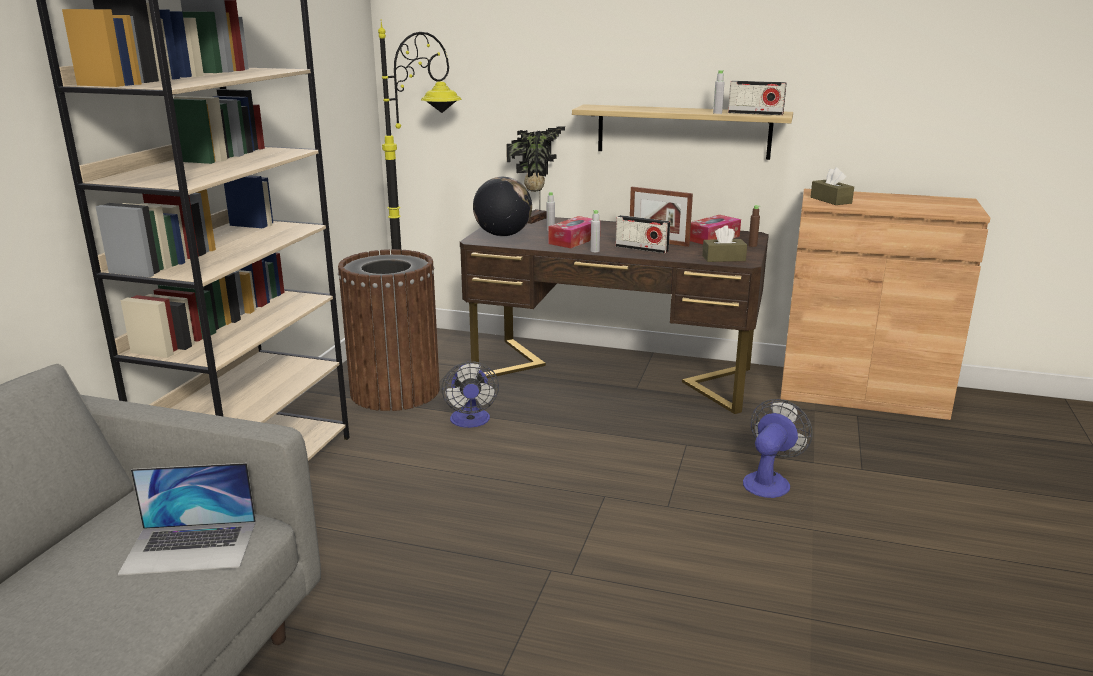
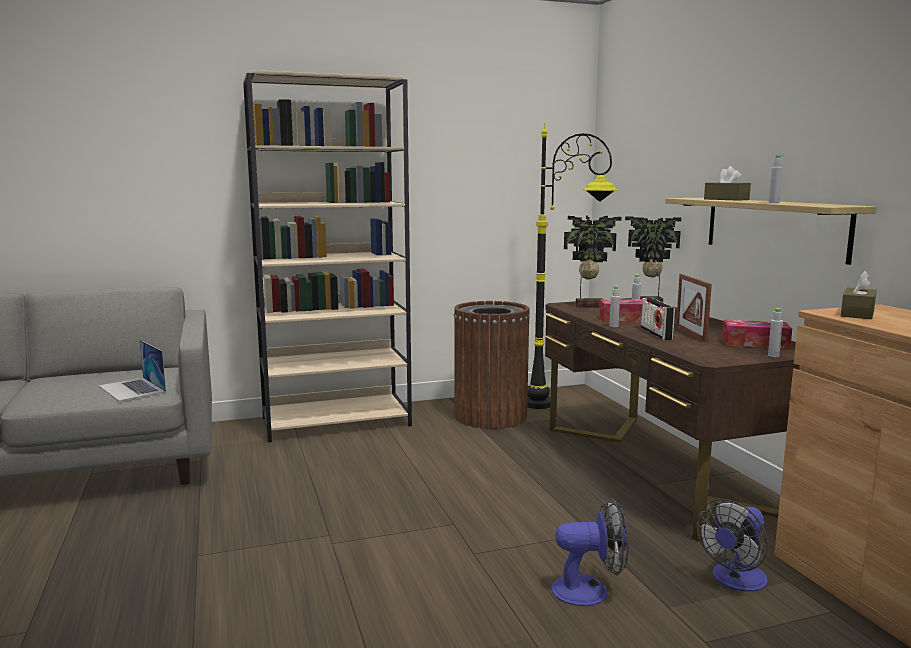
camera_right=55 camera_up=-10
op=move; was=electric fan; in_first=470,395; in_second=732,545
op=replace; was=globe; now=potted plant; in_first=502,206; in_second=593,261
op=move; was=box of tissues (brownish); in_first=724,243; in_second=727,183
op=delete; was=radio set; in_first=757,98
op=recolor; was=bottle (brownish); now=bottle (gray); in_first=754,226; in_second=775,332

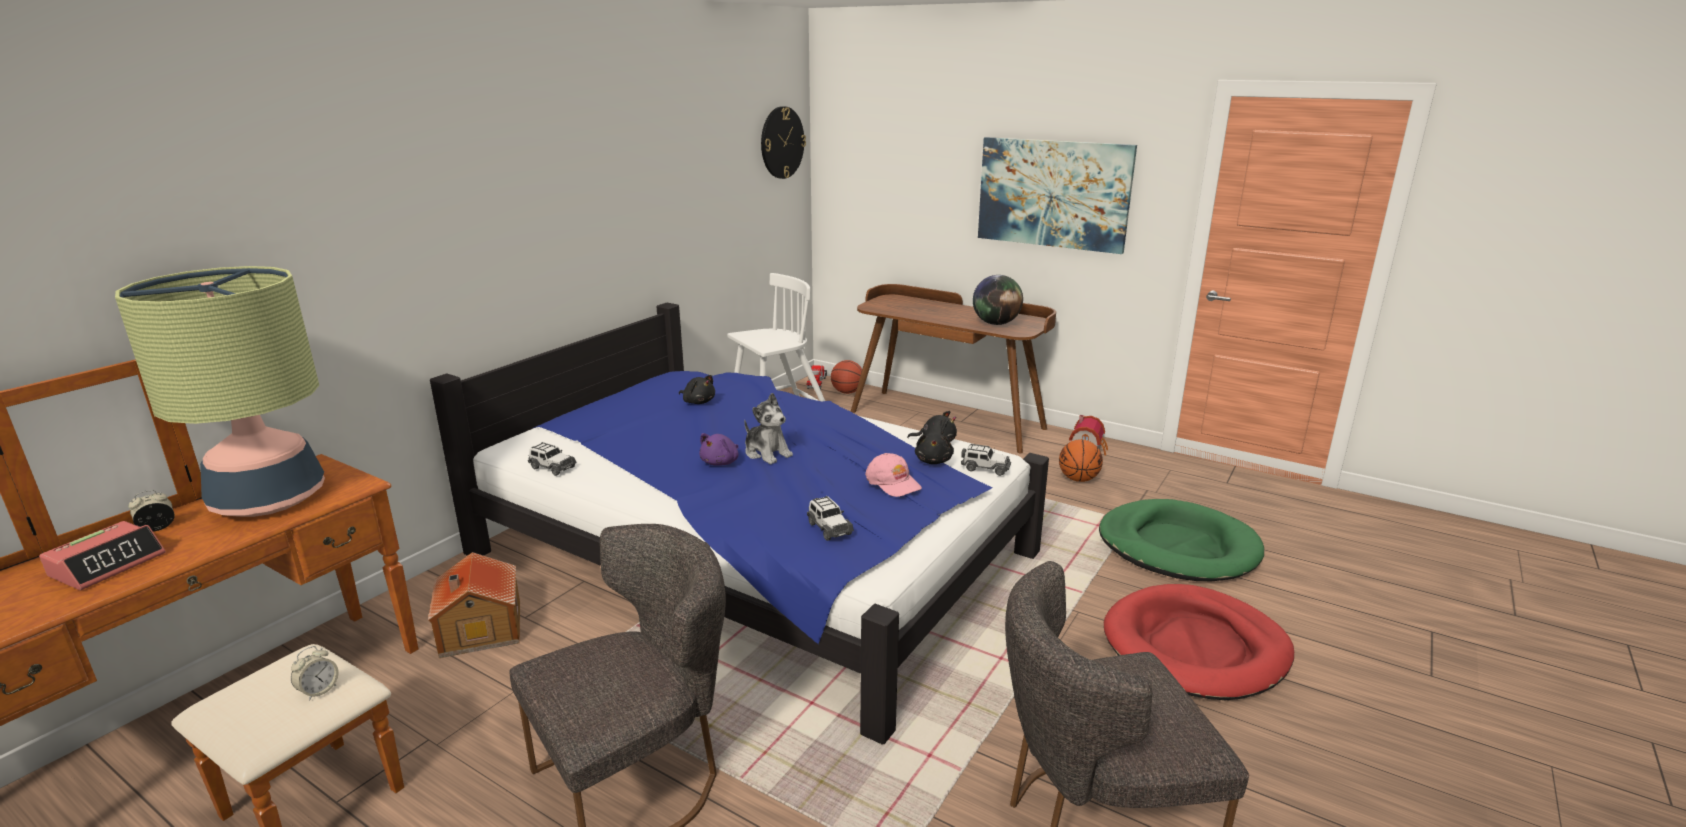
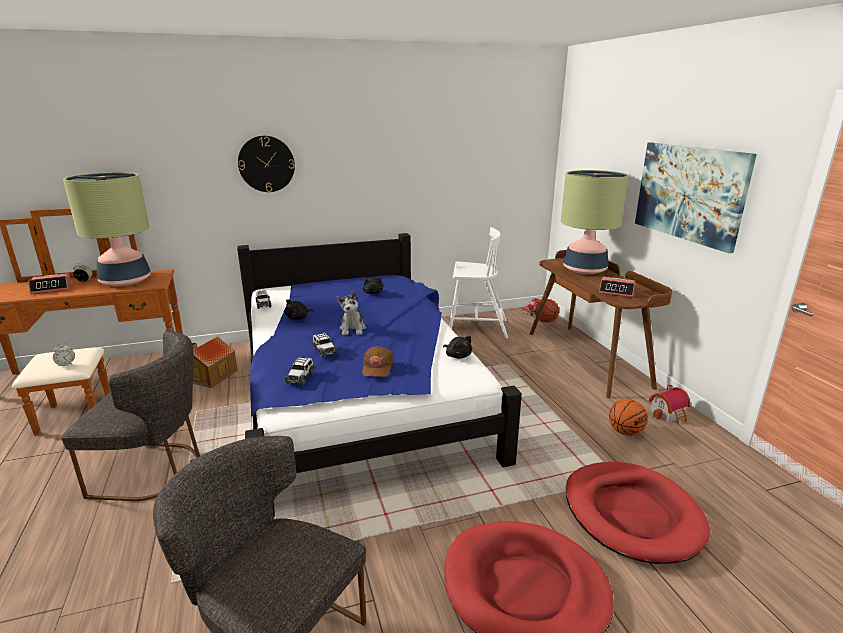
camera_right=40 camera_up=0
op=delete; was=plush toy (purple-coloured); in_first=719,449
op=move; was=clock on the wall; in_first=783,142; in_second=266,164
op=recolor; was=baseball cap (pink); now=baseball cap (brownish); in_first=893,475; in_second=378,361
op=move; was=plush toy (black); in_first=934,448; in_second=299,309
op=move; was=miniature car; in_first=986,460; in_second=325,345
op=replace; was=globe; now=table clock; in_first=998,300; in_second=617,287
op=recolor; was=dog cushion (green); now=dog cushion (reddish); in_first=1181,540; in_second=638,513
op=insert; now=table lamp; in_second=594,222

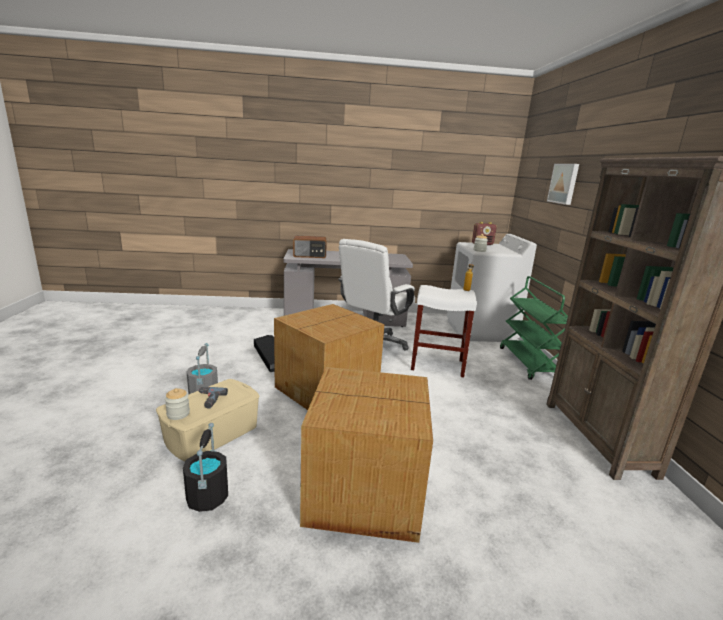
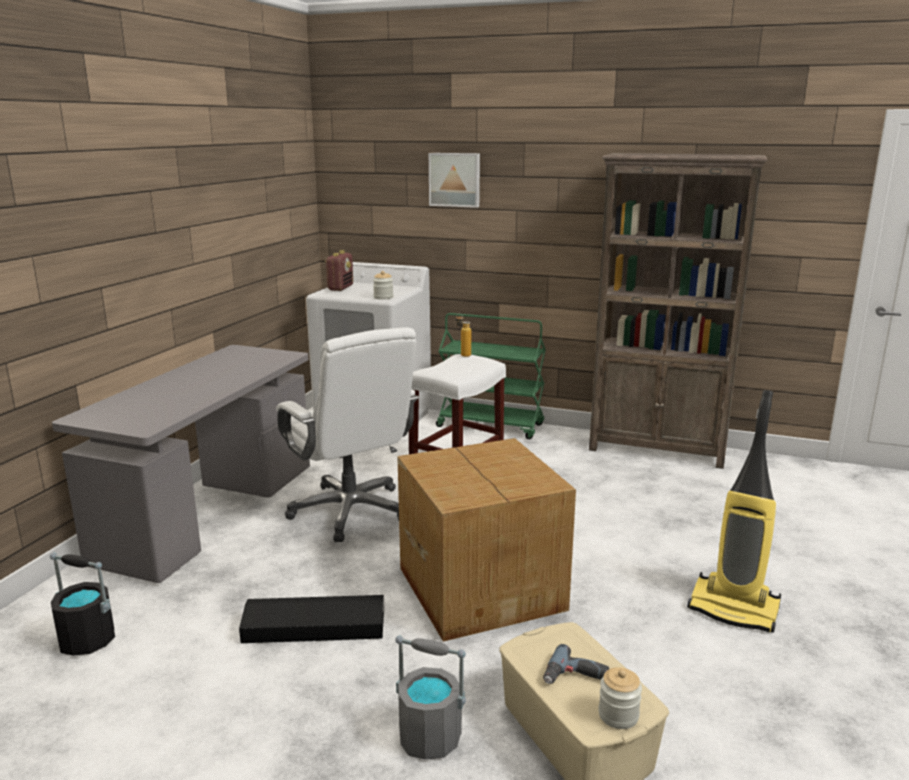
camera_right=-65 camera_up=0
op=move; was=bucket (black); in_first=205,467; in_second=82,604
op=delete; was=radio set; in_first=310,247
op=replace; was=carton; now=vacuum cleaner; in_first=366,455; in_second=734,511

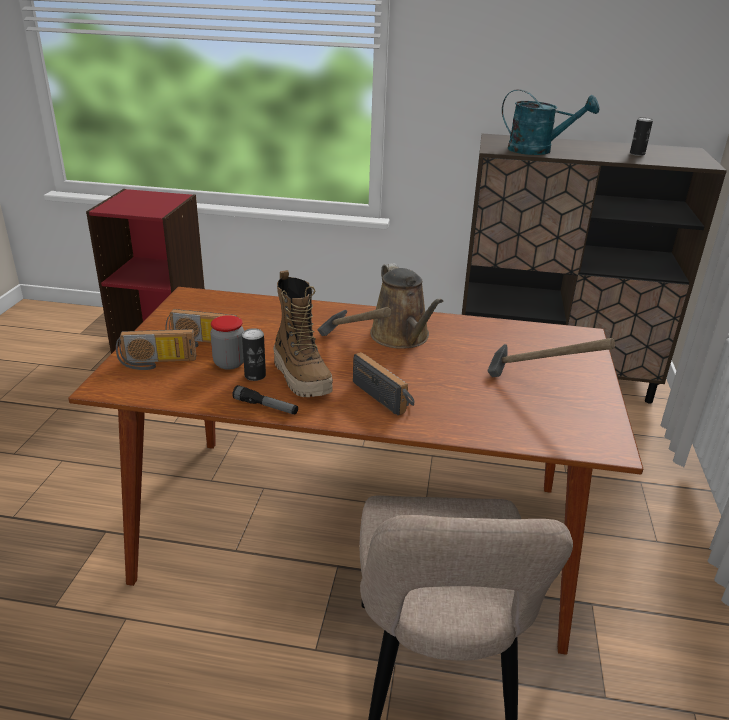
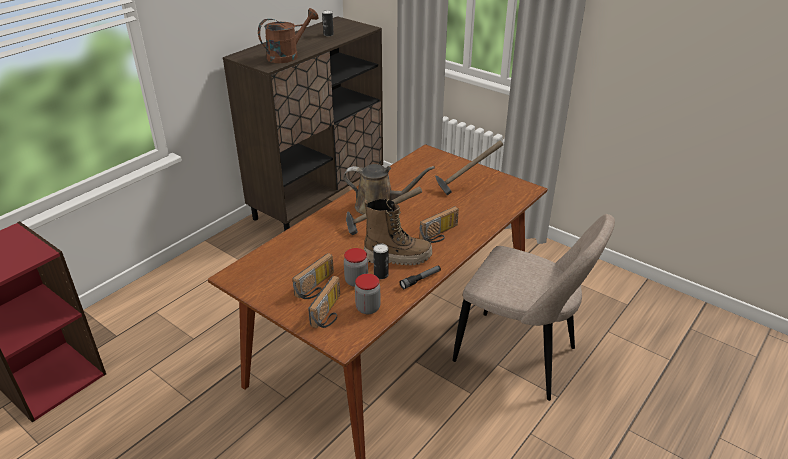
camera_right=-60 camera_up=5
op=rotate; was=radio set; in_first=383,383; in_second=439,224; clockwise=150
op=recolor; was=watering can (blue-green); now=watering can (brownish); in_first=551,122; in_second=288,35
op=insert; now=jar; in_second=368,294

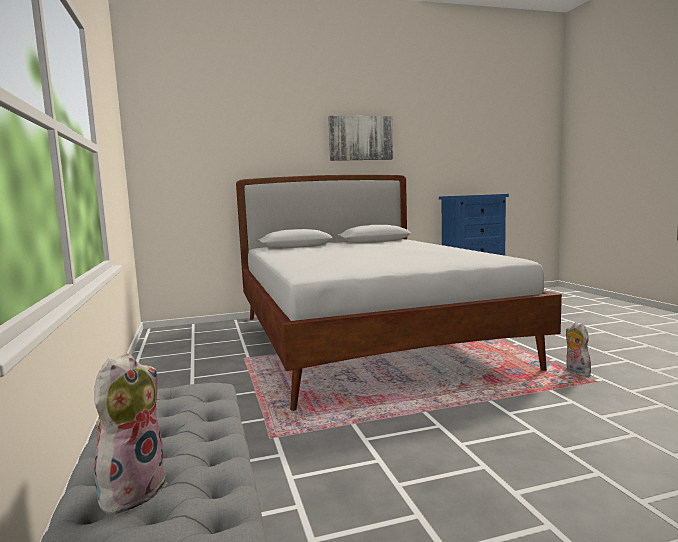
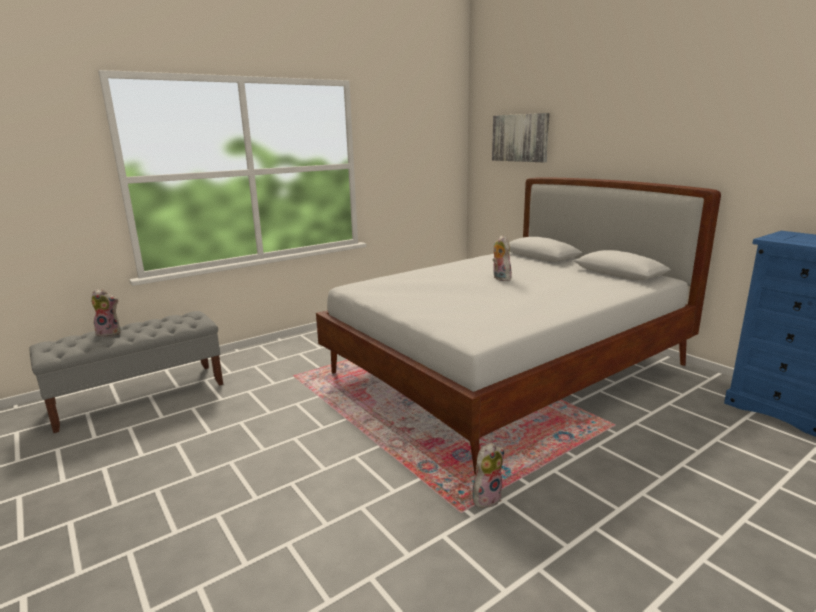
camera_right=70 camera_up=10
op=move; was=picture; in_first=360,138; in_second=521,137
op=insert; now=plush toy; in_second=502,258

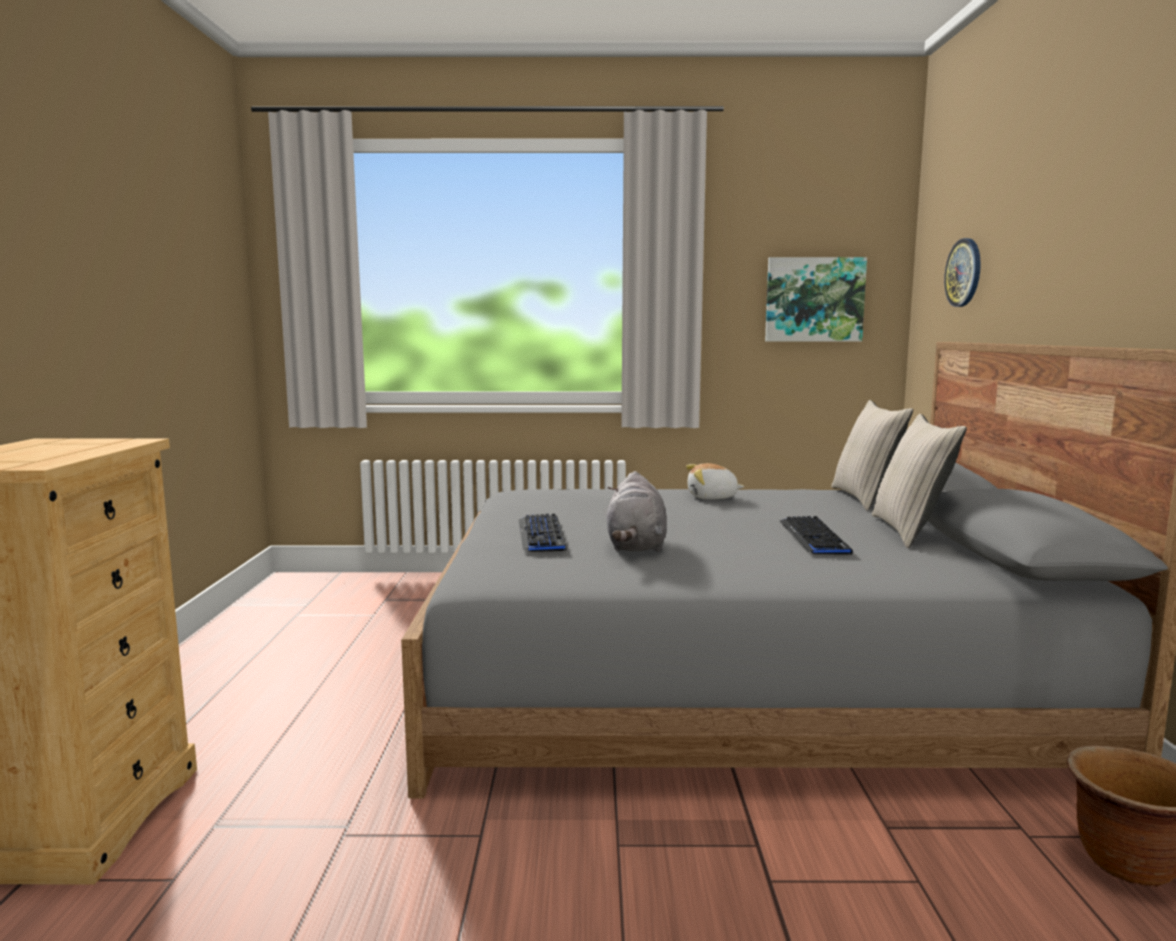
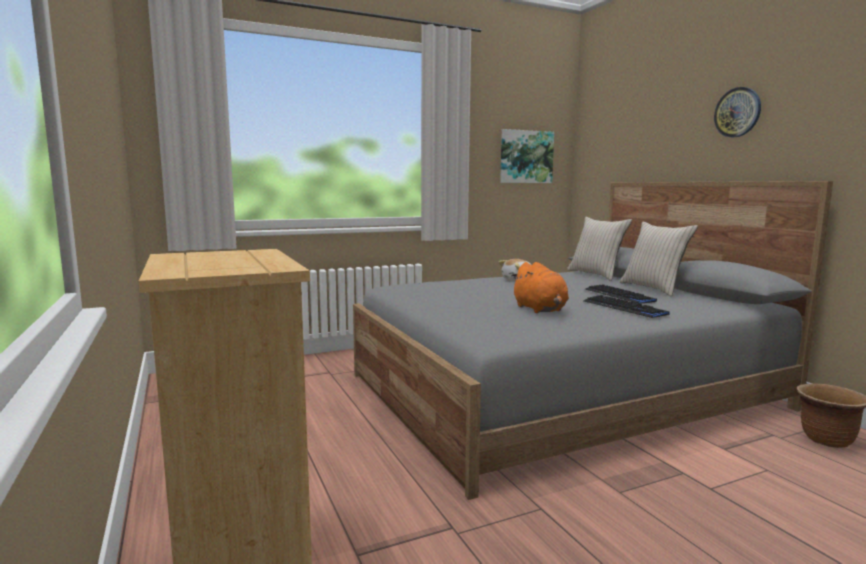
camera_right=-25 camera_up=0
op=move; was=PC keyboard; in_first=543,532; in_second=627,306
op=recolor; was=plush toy (gray); now=plush toy (orangey); in_first=636,511; in_second=540,287
op=move; was=clock on the wall; in_first=962,272; in_second=737,112

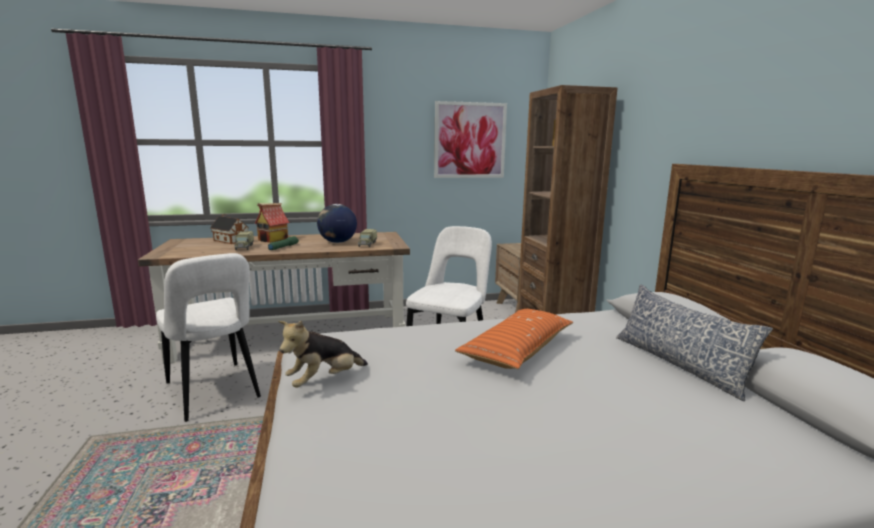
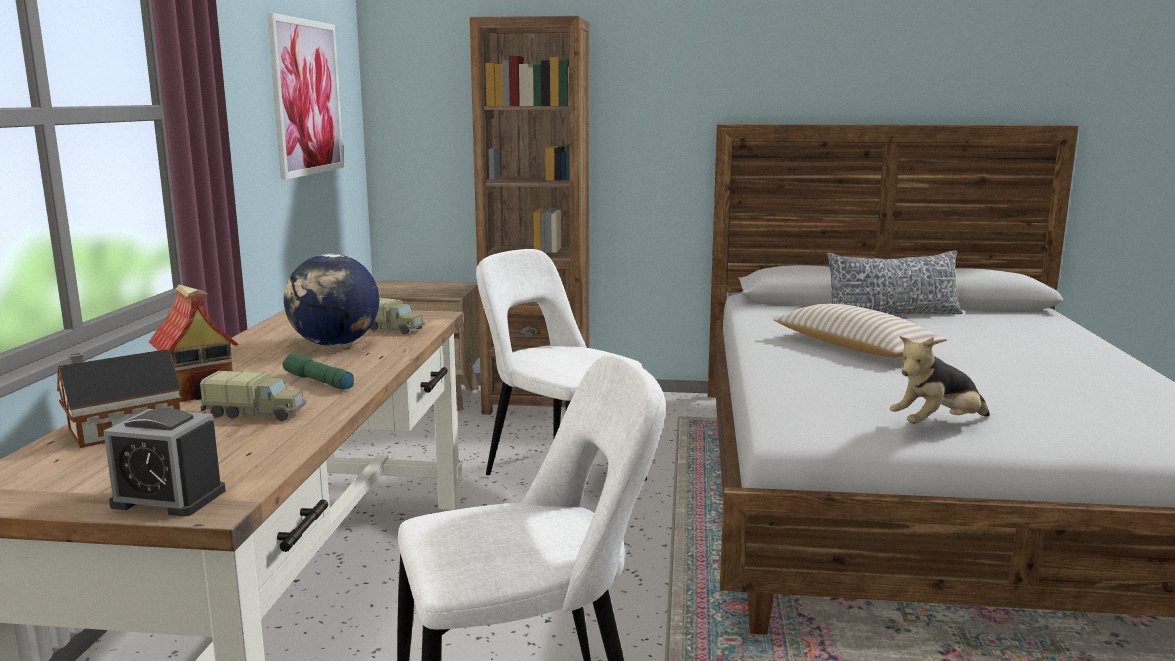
camera_right=-70 camera_up=0
op=rotate; was=plush toy; in_first=323,354; in_second=940,380; clockwise=90
op=recolor; was=pillow (orangey); now=pillow (sand-coloured); in_first=514,339; in_second=860,331
op=insert; now=table clock; in_second=164,462

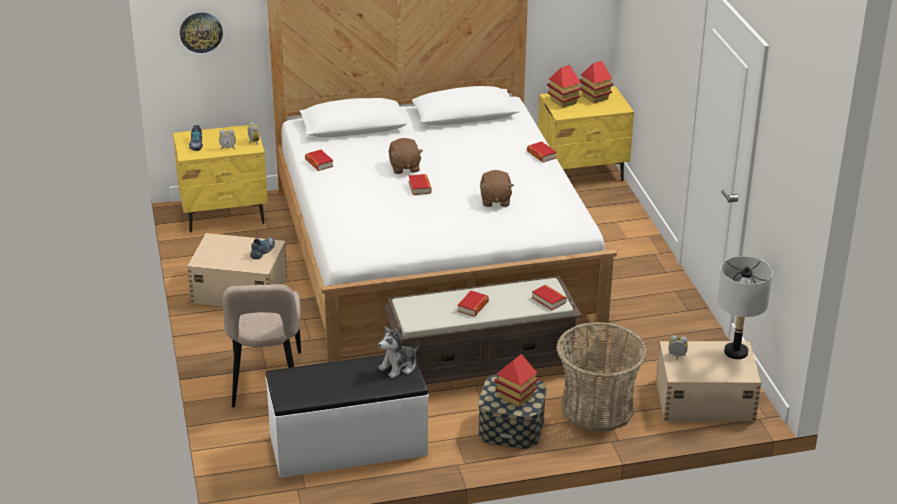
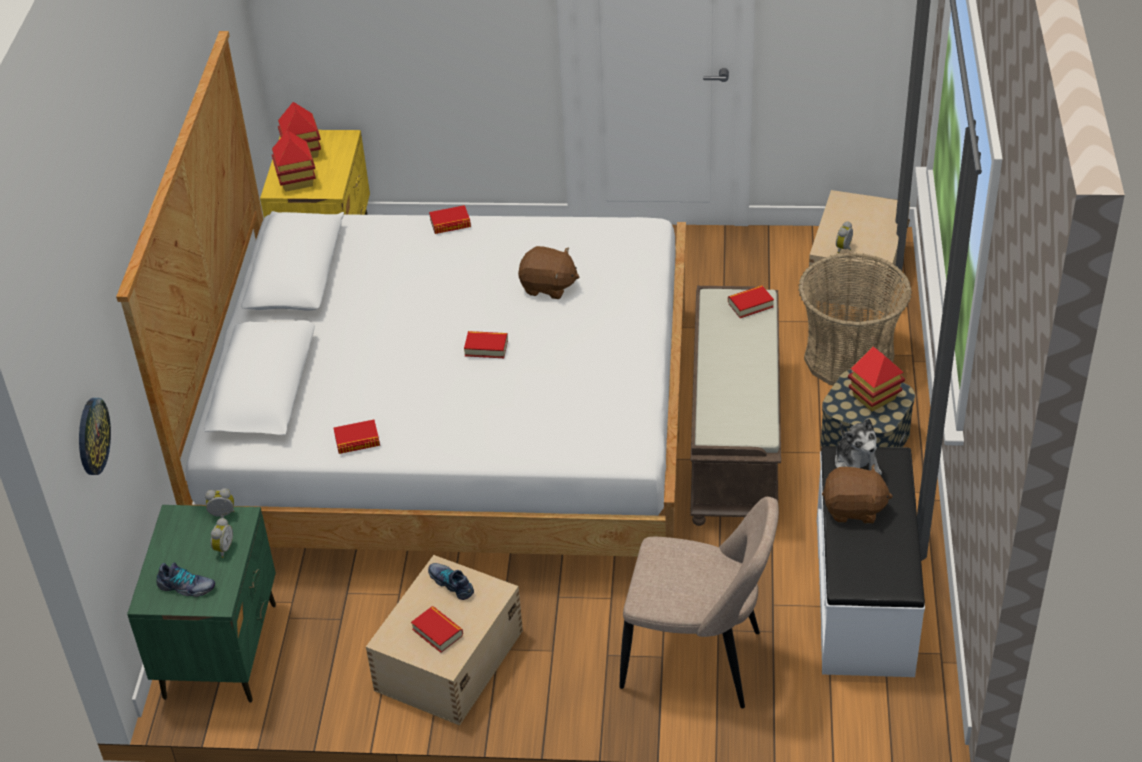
camera_right=-70 camera_up=10
op=recolor; was=bedside table (yellow-coloured); now=bedside table (green); in_first=220,178; in_second=201,603
op=move; was=plush toy (brownish); in_first=406,156; in_second=857,494
op=move; was=volume; in_first=473,304; in_second=437,630
op=delete; was=table lamp (gray); in_first=745,307

